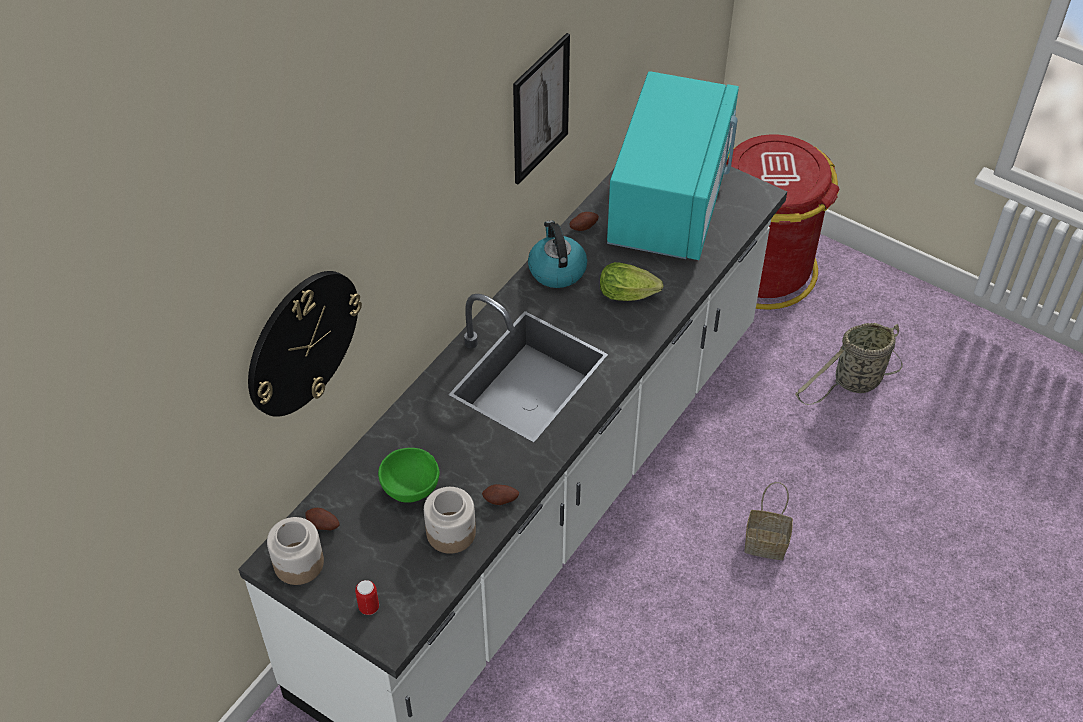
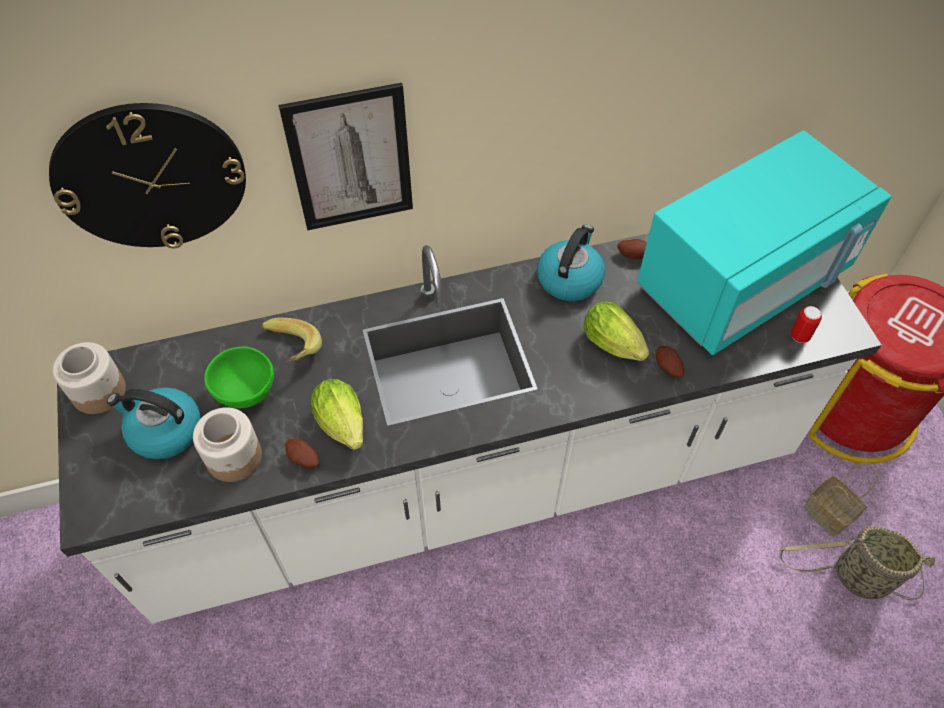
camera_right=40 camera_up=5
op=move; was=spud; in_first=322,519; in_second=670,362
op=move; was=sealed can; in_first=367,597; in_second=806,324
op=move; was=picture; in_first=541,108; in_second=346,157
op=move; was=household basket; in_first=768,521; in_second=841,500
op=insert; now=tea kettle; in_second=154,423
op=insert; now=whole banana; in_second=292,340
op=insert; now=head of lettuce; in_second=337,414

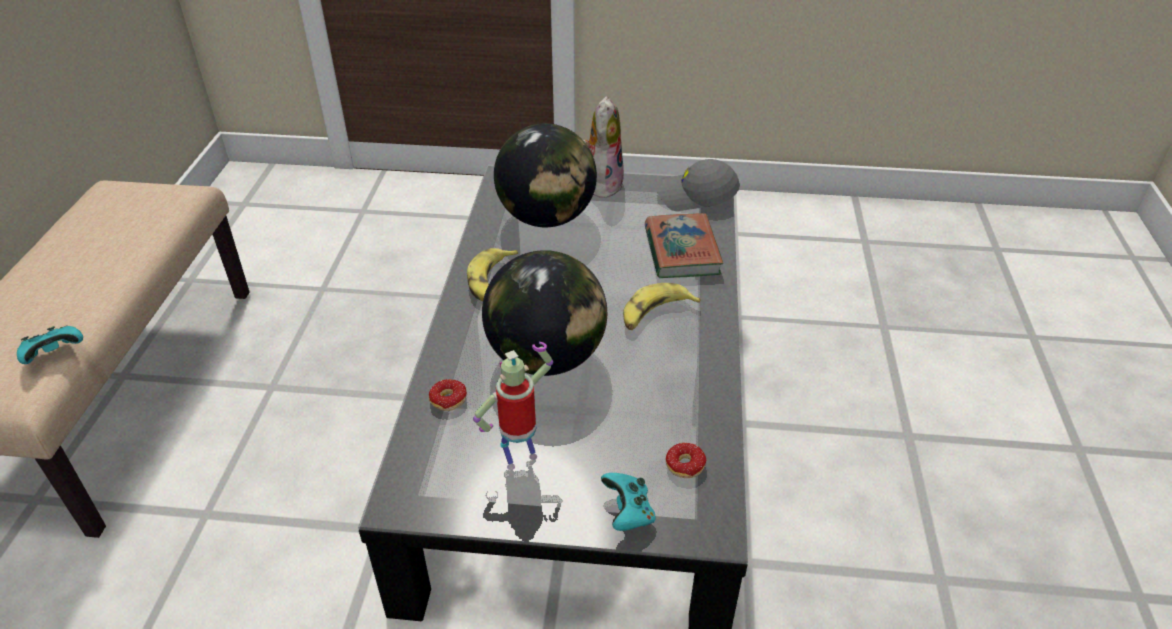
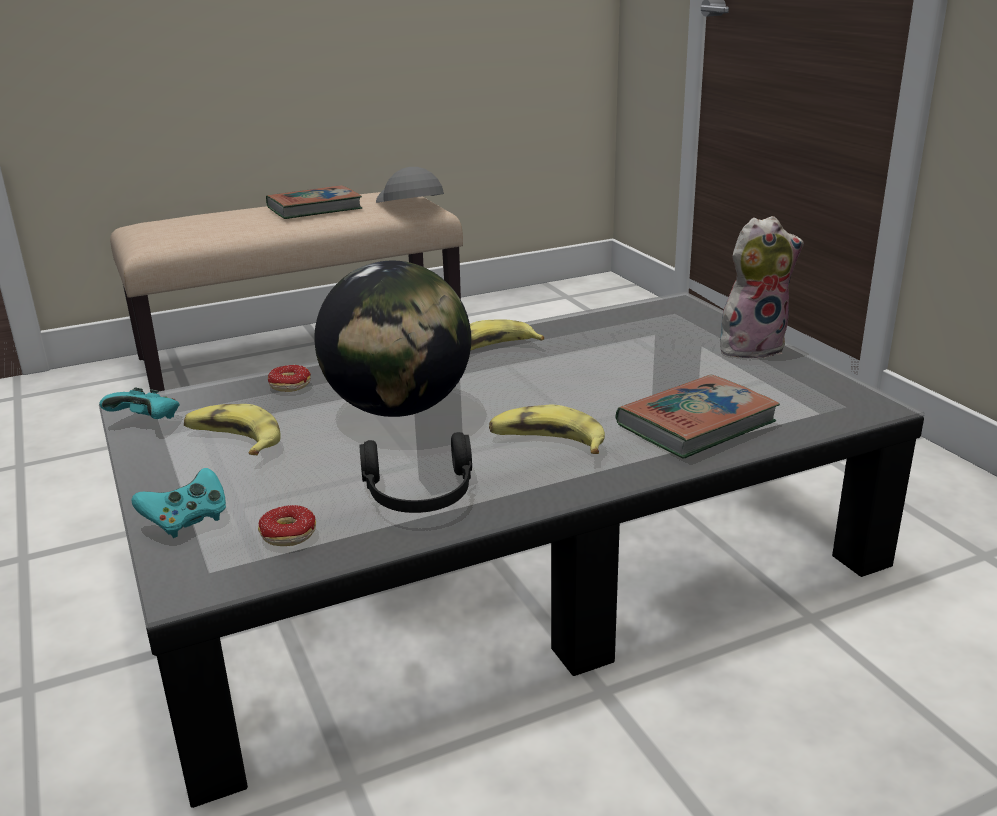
camera_right=60 camera_up=-15
op=move; was=joypad (blue-green); in_first=50,344; in_second=140,403
op=replace; was=toy robot; now=whole banana; in_first=513,406; in_second=232,429
op=delete; was=globe; in_first=545,175
op=move; was=baseball cap (gray); in_first=698,185; in_second=410,185
op=insert; now=volume; in_second=314,202
op=insert; now=headset (black); in_second=415,472

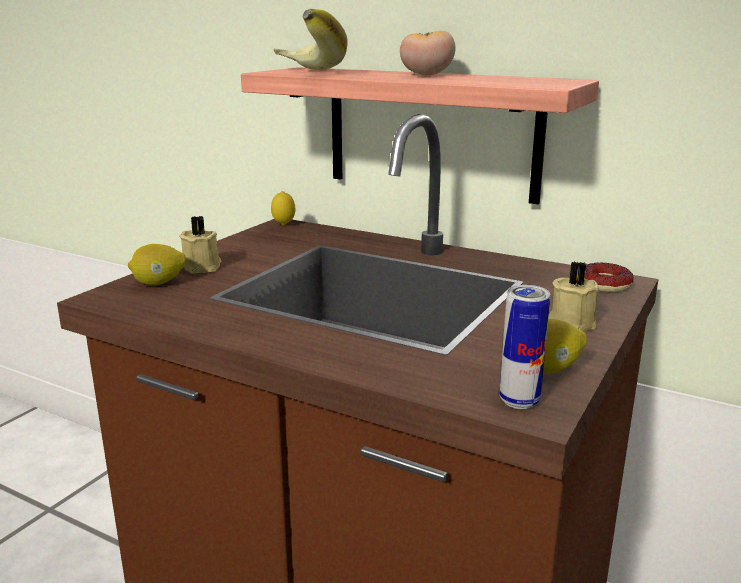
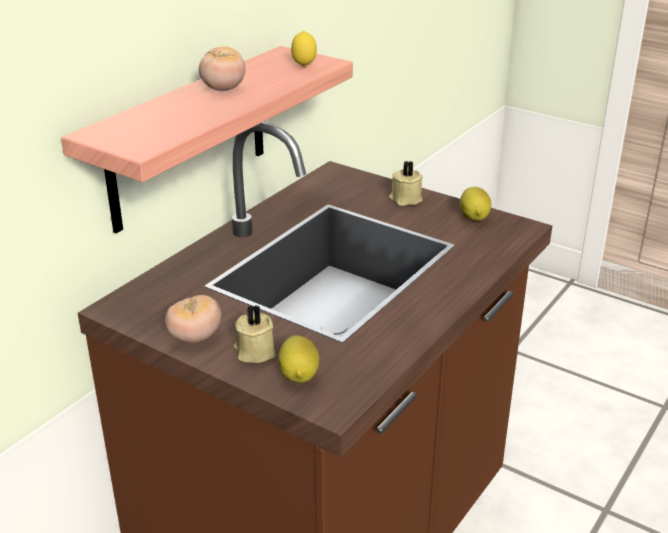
camera_right=-85 camera_up=10
op=move; was=citrus fruit; in_first=283,208; in_second=304,49
op=delete; was=whole banana; in_first=311,39
op=delete; was=sealed can; in_first=525,347
op=delete; was=doughnut; in_first=609,277
op=insert; now=fresh tomato; in_second=193,319

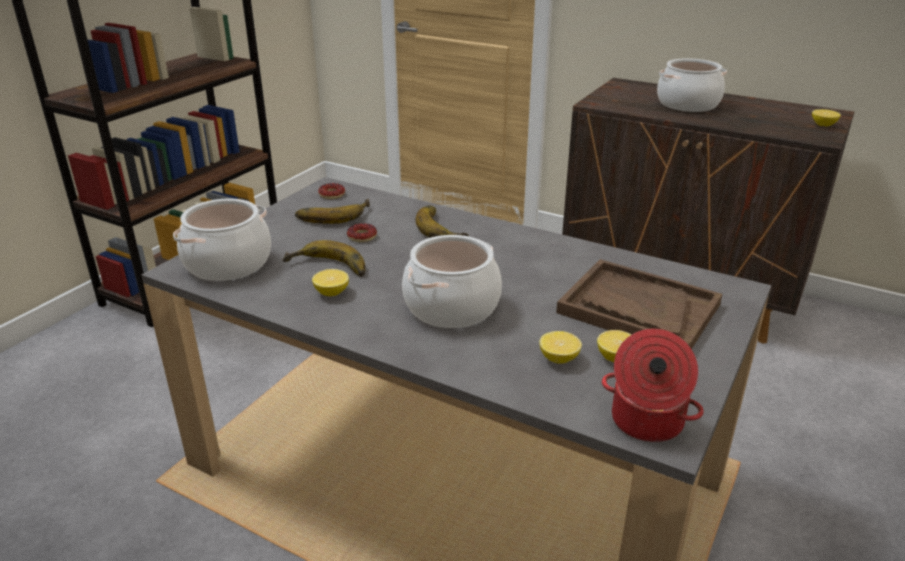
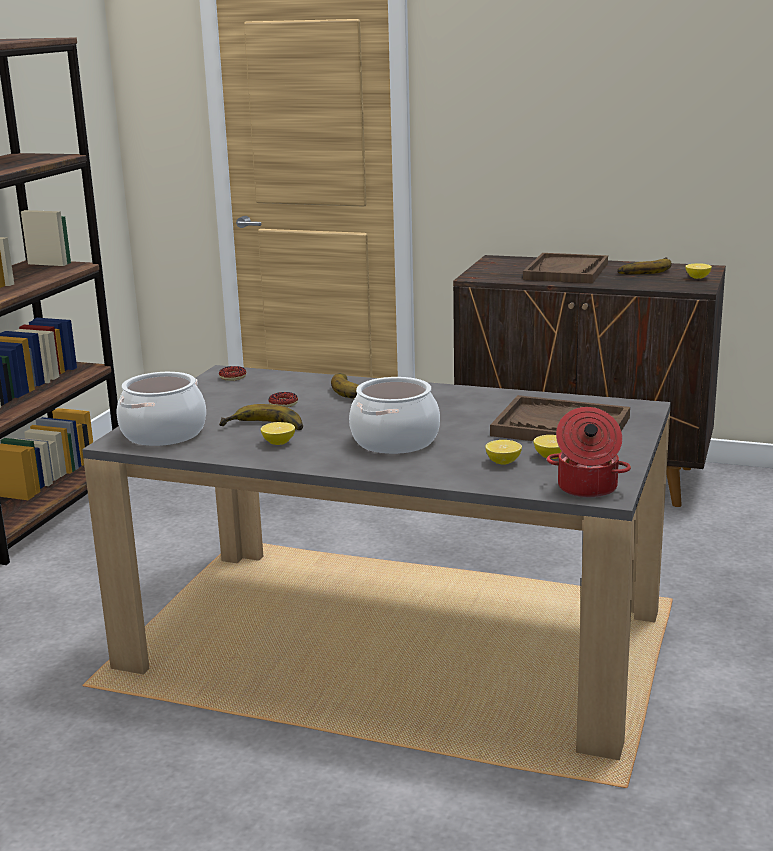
camera_right=-10 camera_up=-10
op=move; was=whole banana; in_first=332,211; in_second=644,266
op=replace; was=saucepot; now=serving tray (brownish); in_first=692,85; in_second=565,268

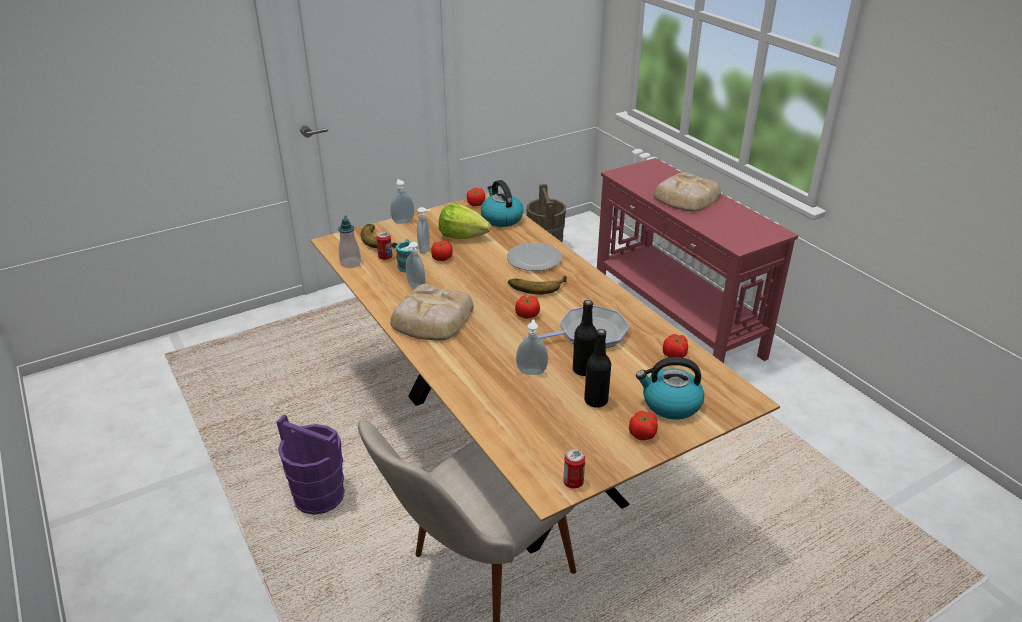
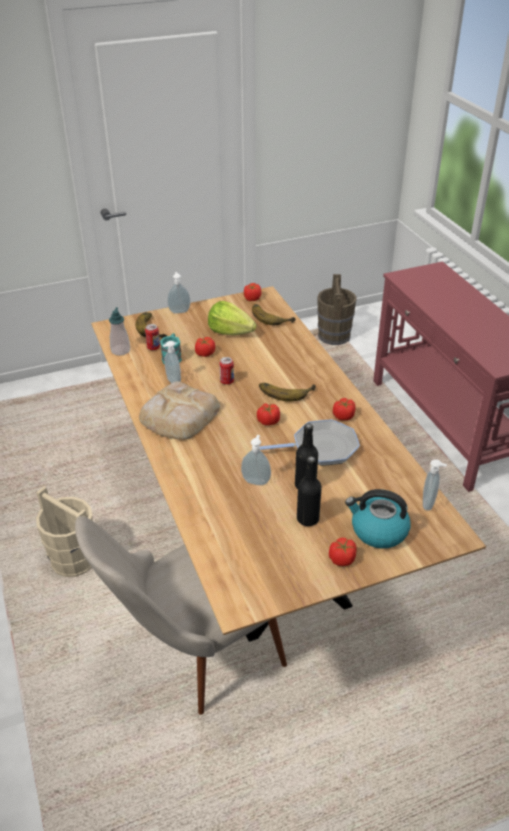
camera_right=10 camera_up=5
op=recolor; was=bucket (purple-coloured); now=bucket (sand-coloured); in_first=310,464; in_second=64,531
op=move; was=soap dispenser; in_first=423,230; in_second=435,485
op=replace; was=tea kettle; now=whole banana; in_first=502,203; in_second=274,314
op=delete; was=dinner plate; in_first=534,257
op=move; was=sealed can; in_first=574,469; in_second=226,371
op=delete; was=bakery bread; in_first=687,192
op=move; was=fresh tomato; in_first=675,346; in_second=344,409

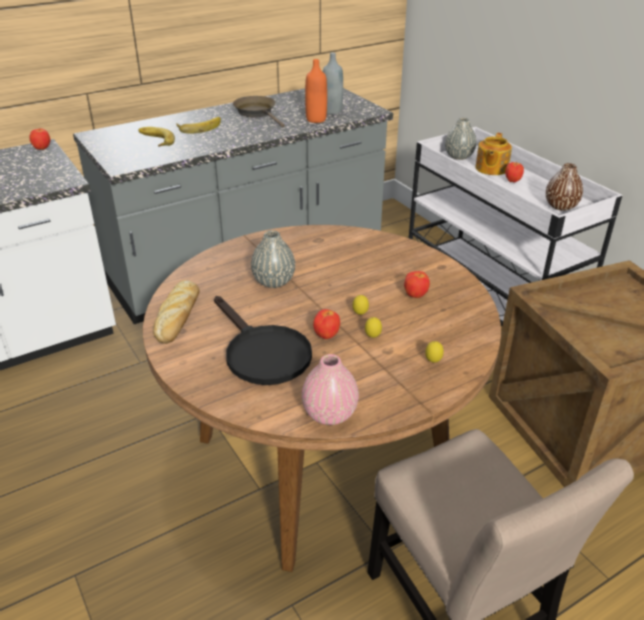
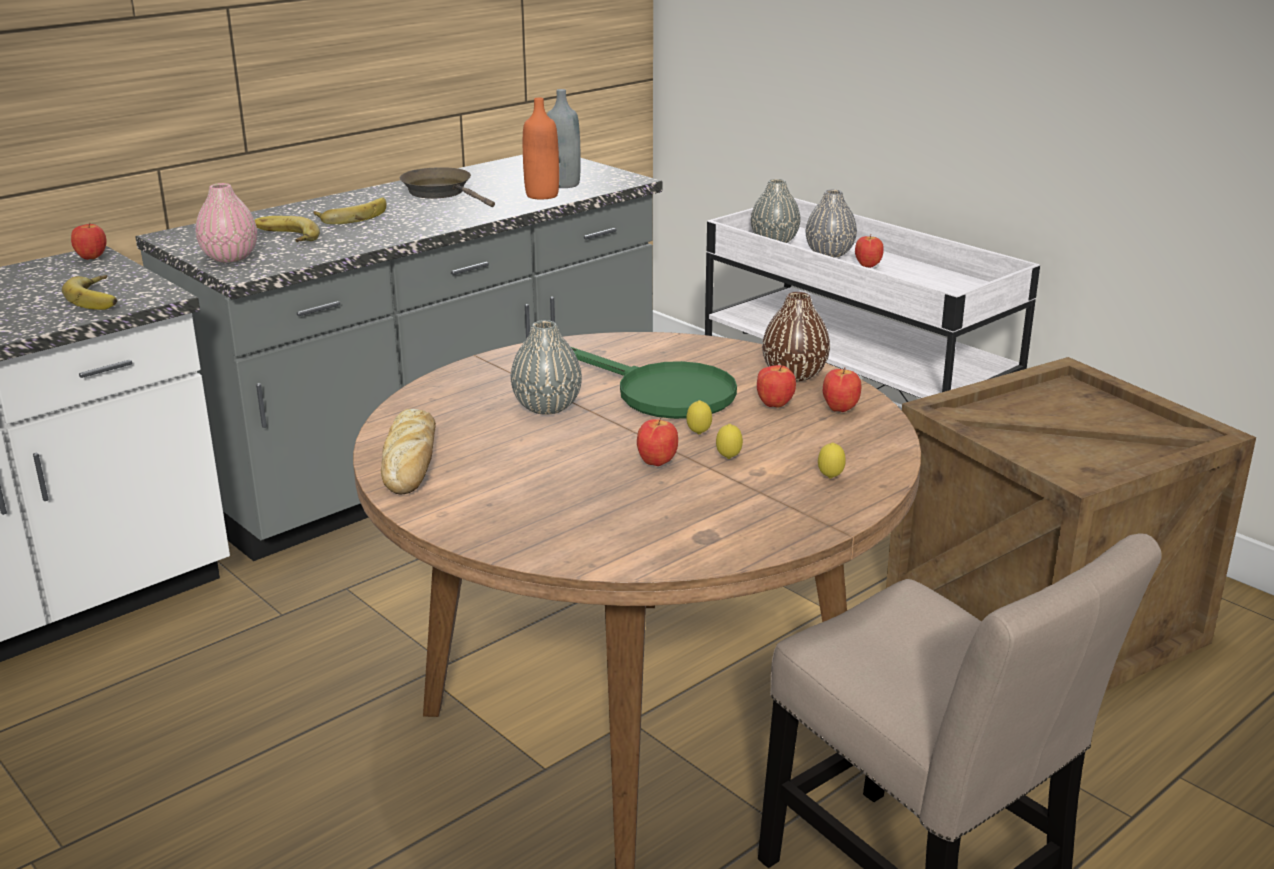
camera_right=-10 camera_up=-10
op=delete; was=pan (black); in_first=263,340
op=move; was=flower vase (pink); in_first=330,389; in_second=226,222
op=replace; was=pot for tea; now=flower vase (gray); in_first=493,154; in_second=831,224
op=move; was=flower vase (brownish); in_first=564,187; in_second=796,336
op=insert; now=whole banana; in_second=89,292
op=insert; now=pan (green); in_second=654,383
op=insert; now=whole apple; in_second=842,389

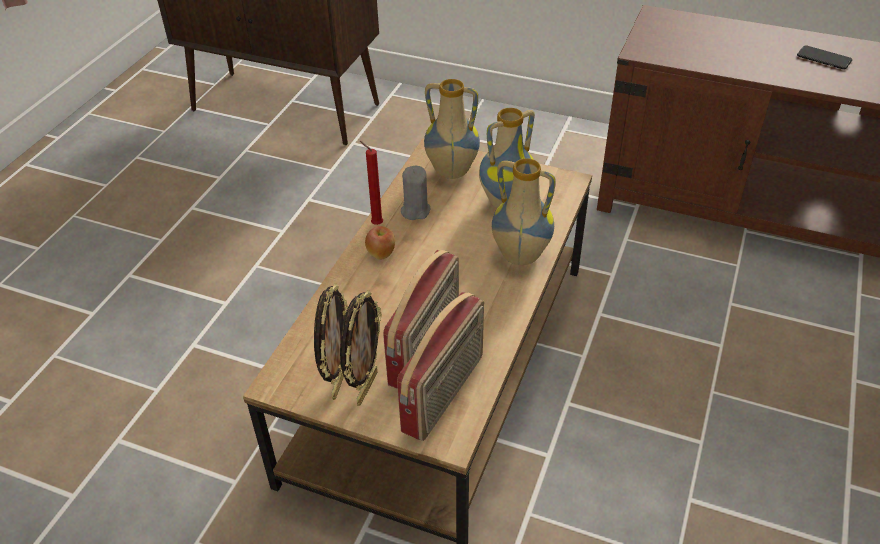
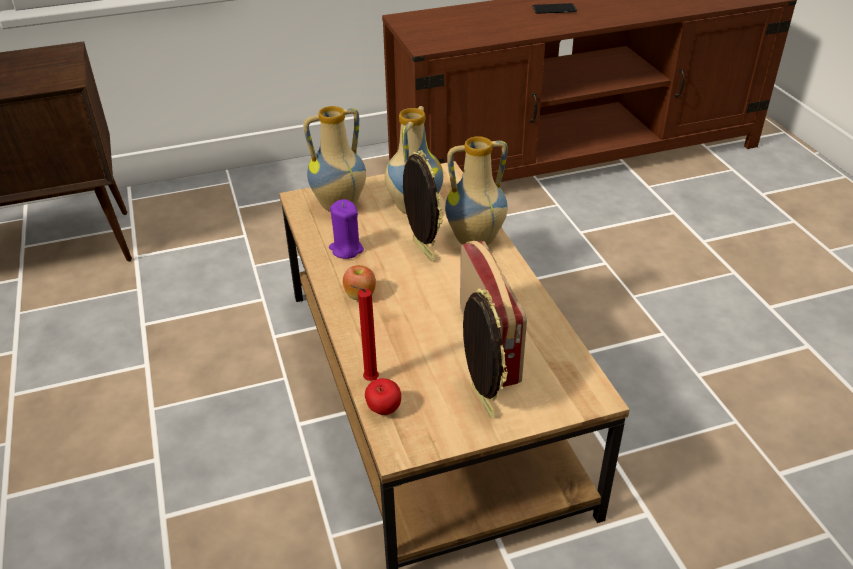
camera_right=-40 camera_up=-5
op=move; was=picture frame; in_first=331,341; in_second=423,205
op=move; was=candle (reddish); in_first=371,183; in_second=364,333
op=delete; was=radio set; in_first=440,366
op=recolor; was=candle (gray); now=candle (purple-coloured); in_first=415,193; in_second=346,229
op=insert; now=whole apple; in_second=383,396

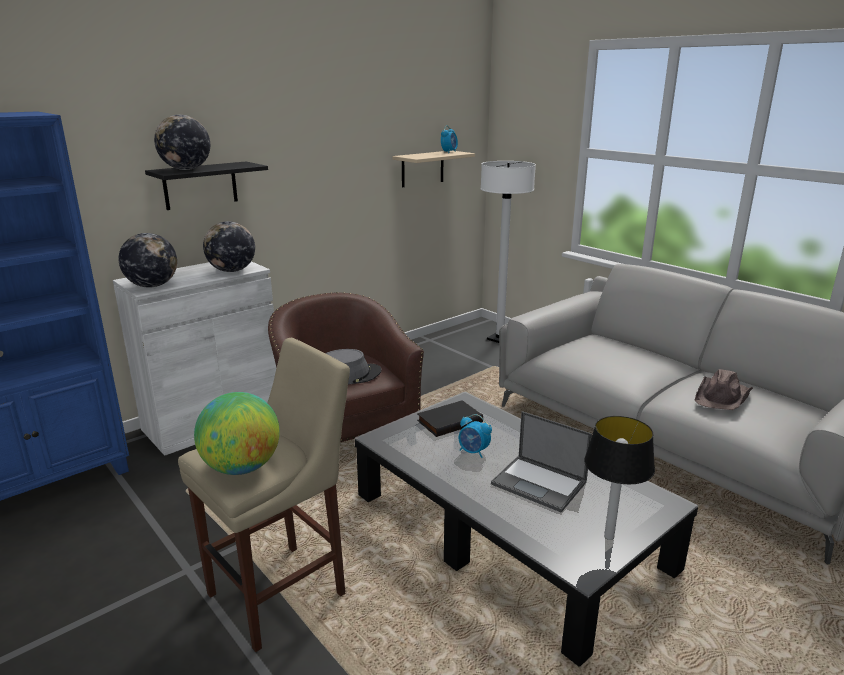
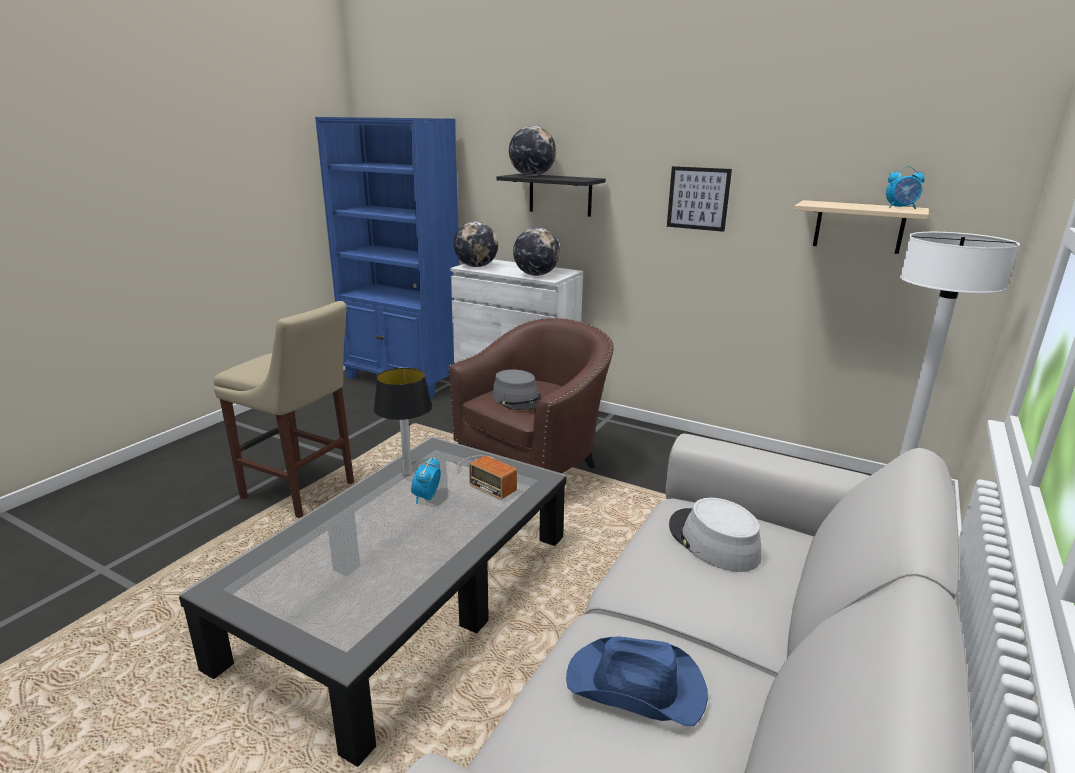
camera_right=70 camera_up=0
op=delete; was=globe; in_first=237,433
op=replace; was=volume (black); now=radio set; in_first=450,418; in_second=487,477
op=delete; was=laptop; in_first=541,462
op=move; was=table lamp; in_first=619,478; in_second=403,422
op=recolor; was=hat (brownish); now=hat (blue); in_first=723,389; in_second=637,681
op=insert; now=picture; in_second=699,199
op=insert; now=hat (gray); in_second=715,534

